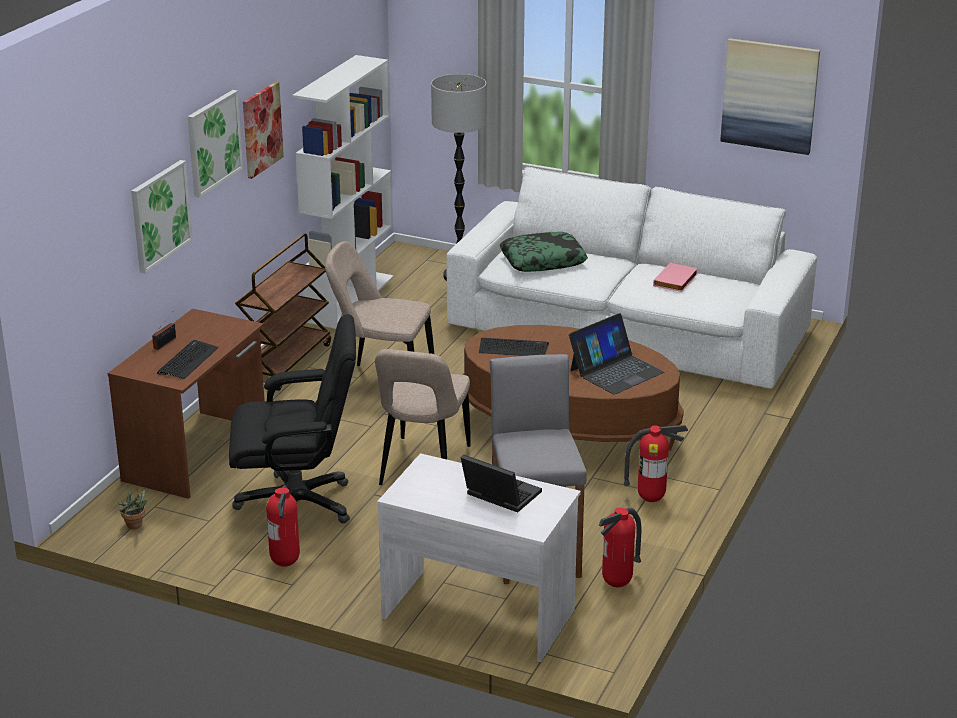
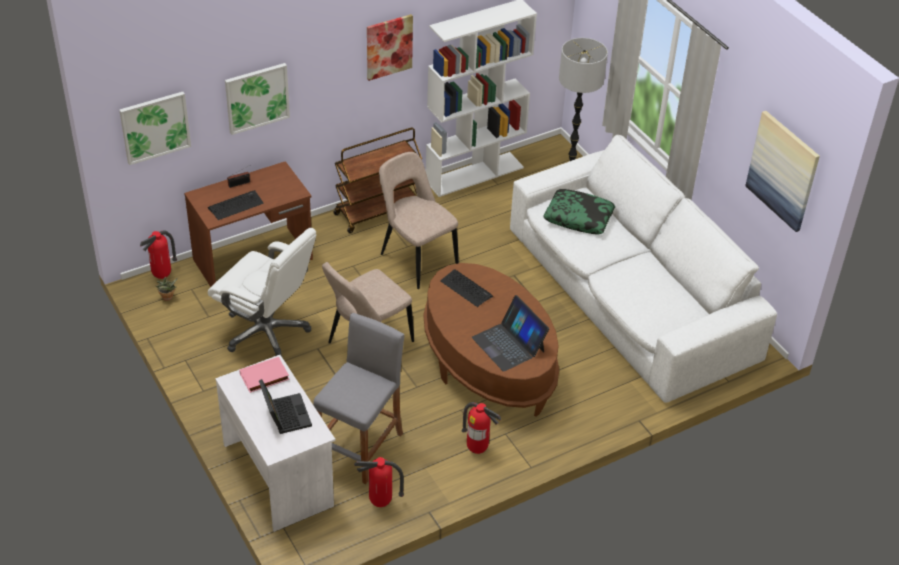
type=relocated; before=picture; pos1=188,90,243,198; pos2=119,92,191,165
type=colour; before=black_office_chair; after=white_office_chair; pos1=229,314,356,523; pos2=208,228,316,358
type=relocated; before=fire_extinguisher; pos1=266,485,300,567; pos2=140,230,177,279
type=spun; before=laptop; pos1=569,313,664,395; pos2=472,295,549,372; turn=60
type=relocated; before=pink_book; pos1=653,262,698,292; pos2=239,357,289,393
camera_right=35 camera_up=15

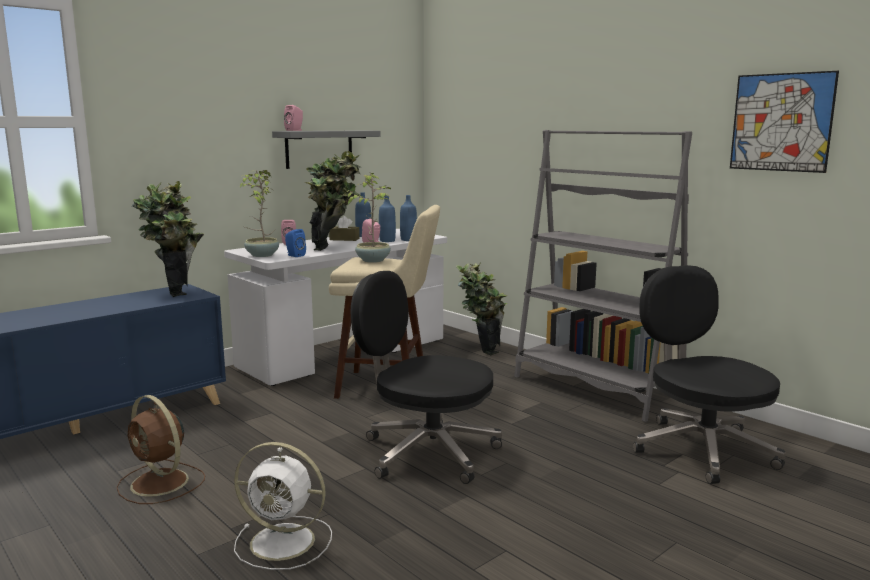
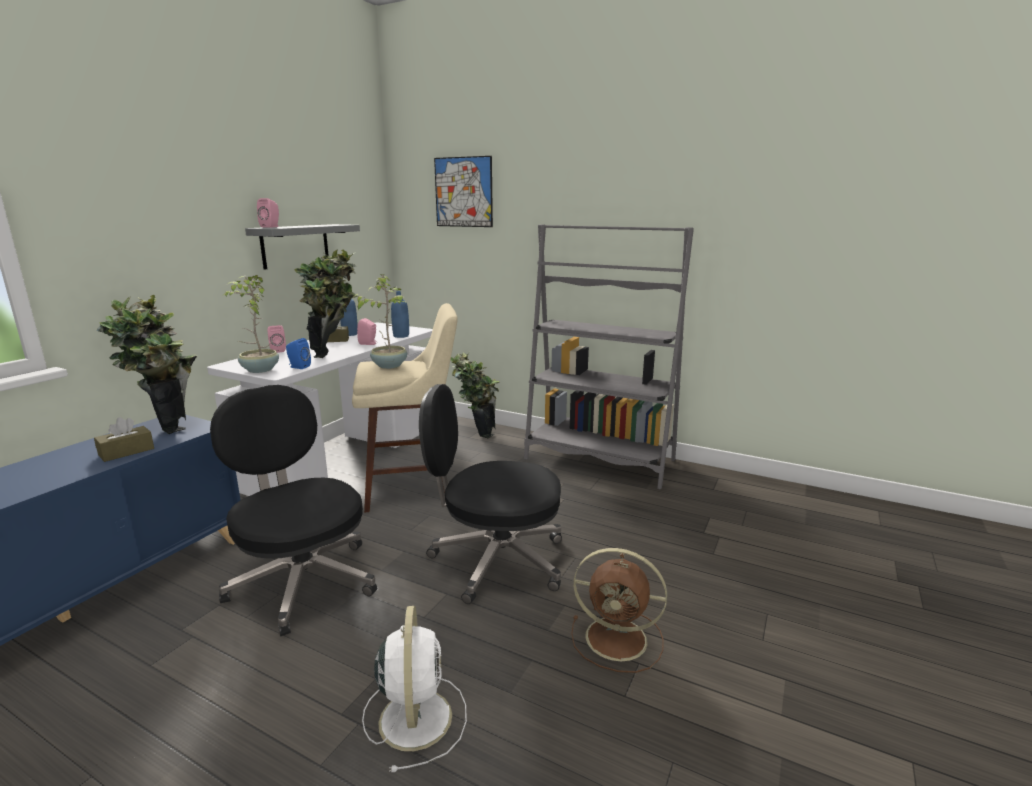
type=relocated; before=brown_fan; pos1=116,395,205,504; pos2=571,548,667,673
type=spun; before=white_fan; pos1=234,442,332,570; pos2=362,606,467,772; turn=-90
type=missing; before=blue_bottle; pos1=379,196,396,242
type=relocated; before=black_office_chair; pos1=633,265,786,484; pos2=210,385,377,637
type=relocated; before=picture; pos1=730,71,839,173; pos2=434,156,493,227
type=appeared; after=brown_tissue_box; pos2=94,417,154,462
camera_right=-20 camera_up=5

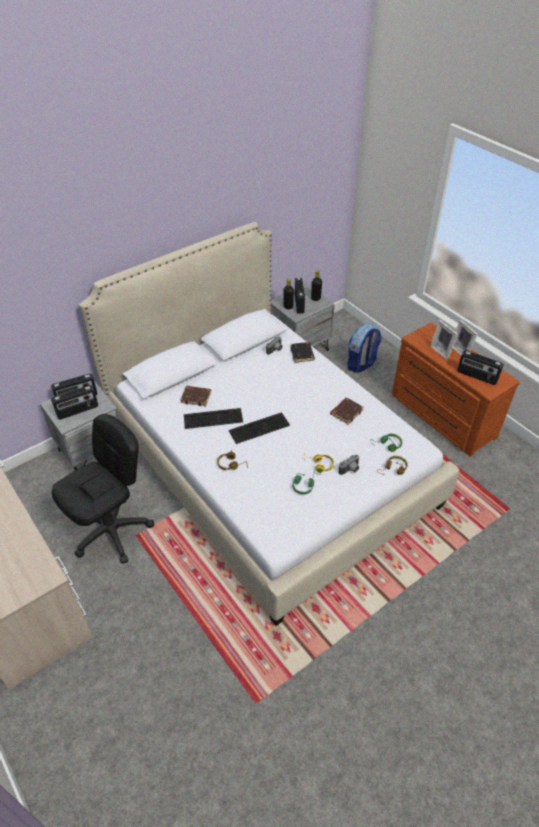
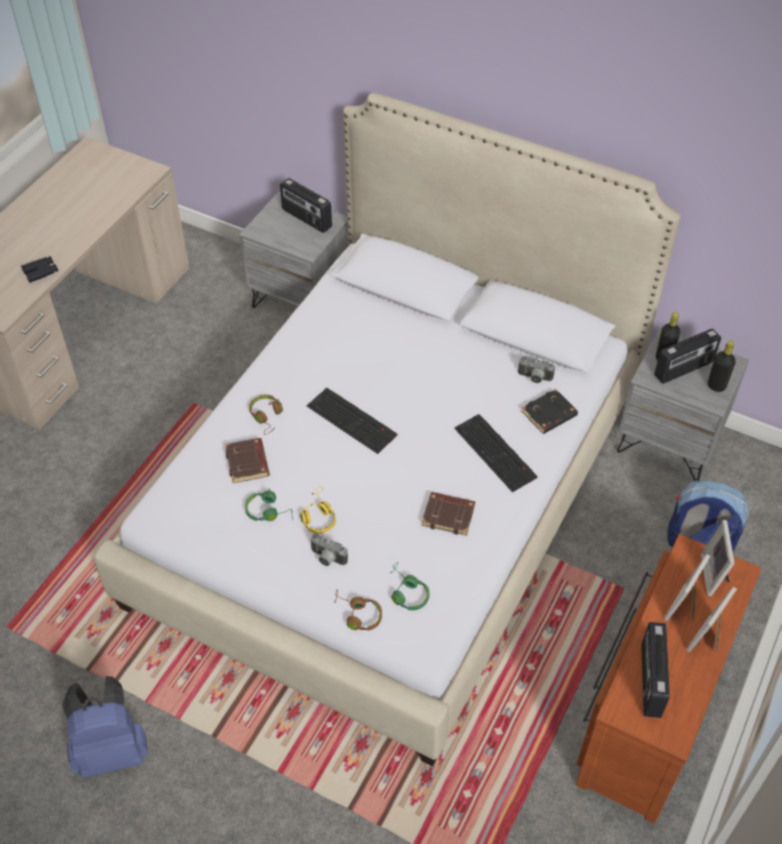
type=missing; before=radio; pos1=51,385,98,420
type=missing; before=black_office_chair; pos1=52,414,154,564
type=relocated; before=brown_book; pos1=180,386,211,406; pos2=225,438,270,483
type=relocated; before=keyboard; pos1=184,408,243,429; pos2=455,414,538,492
type=appeared; after=black_binoculars; pos2=21,256,58,283
type=appeared; after=blue_backpack; pos2=62,676,148,778
type=appeared; after=picture_frame; pos2=701,520,735,597
camera_right=65 camera_up=5

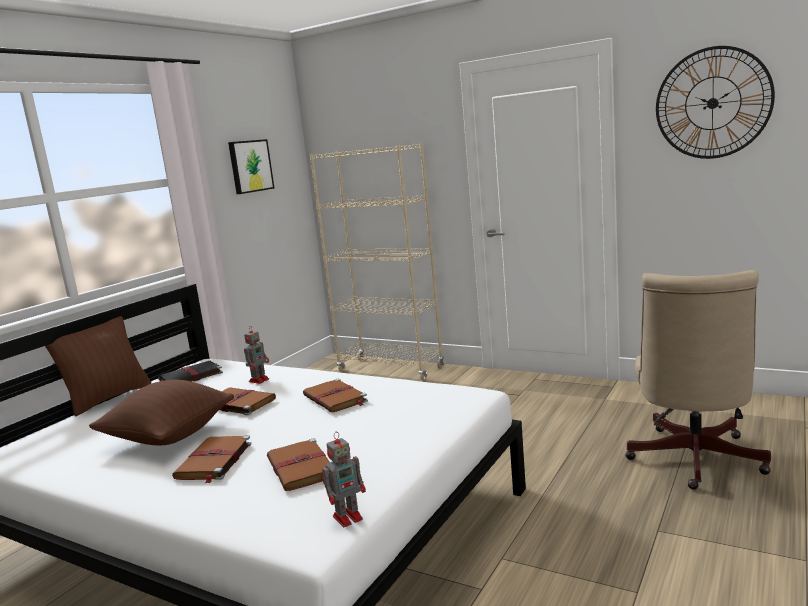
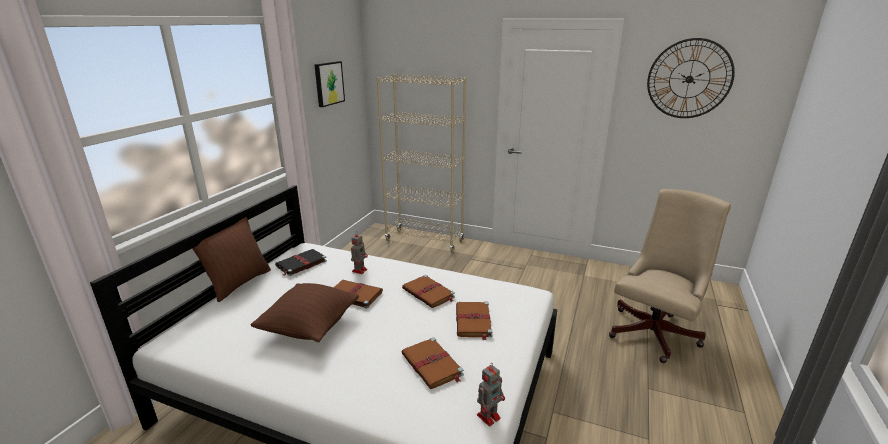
type=relocated; before=brown_book; pos1=172,436,251,484; pos2=456,302,493,340
type=spun; before=beige_office_chair; pos1=625,270,771,490; pos2=609,189,731,363; turn=-150
camera_right=-10 camera_up=10

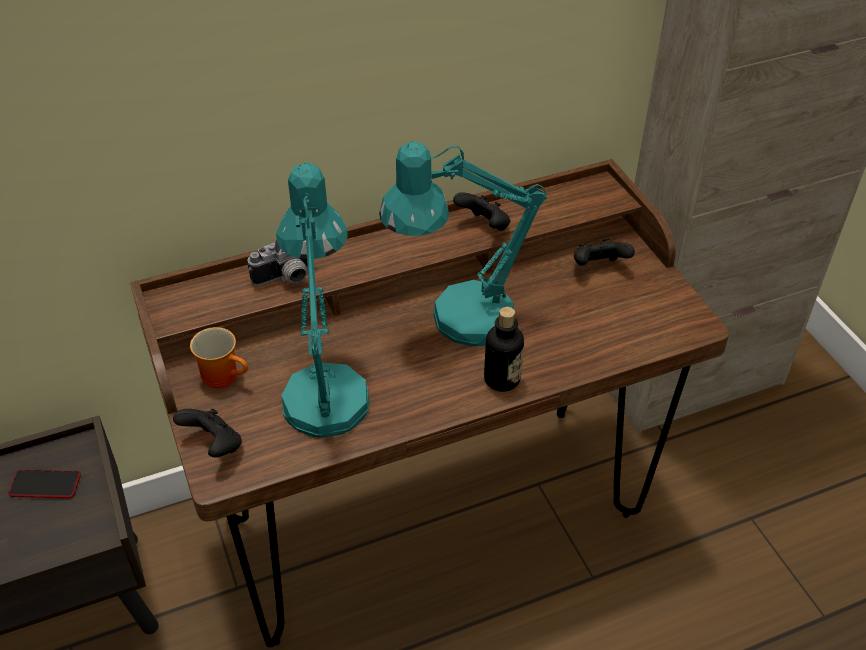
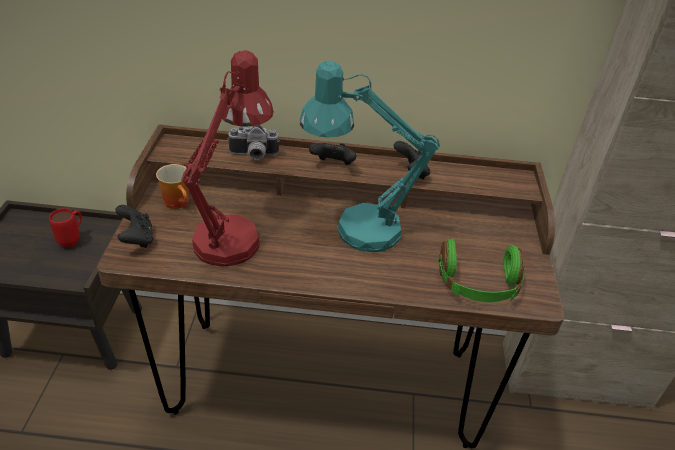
type=exchanged; before=phone; after=red_mug; pos1=8,469,81,498; pos2=49,208,82,248
type=colour; before=turquoise_table_lamp; after=red_table_lamp; pos1=276,162,369,438; pos2=181,50,274,267
type=missing; before=bottle; pos1=484,307,524,392
type=relocated; before=black_game_controller; pos1=574,238,635,266; pos2=309,143,356,165
type=appeared; after=green_headphones; pos2=438,239,524,302
camera_right=25 camera_up=-5

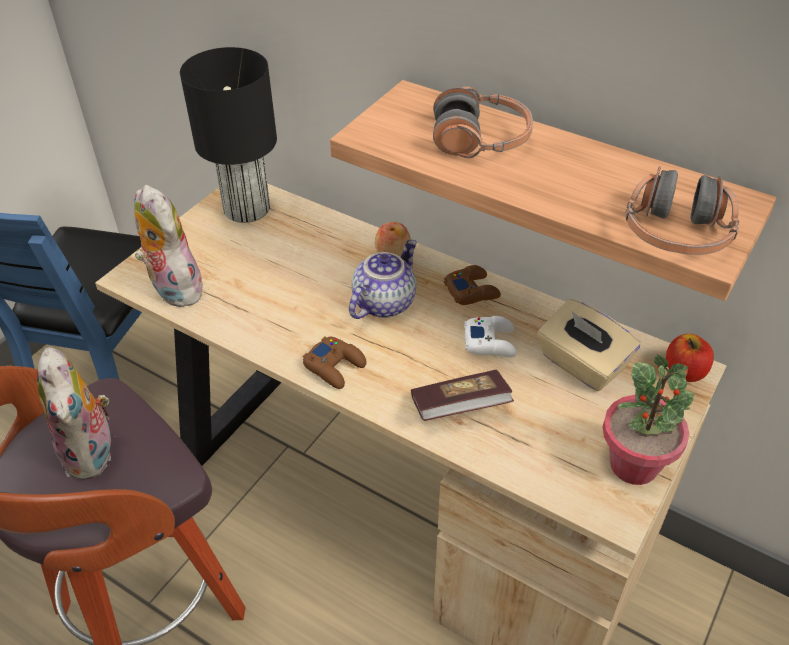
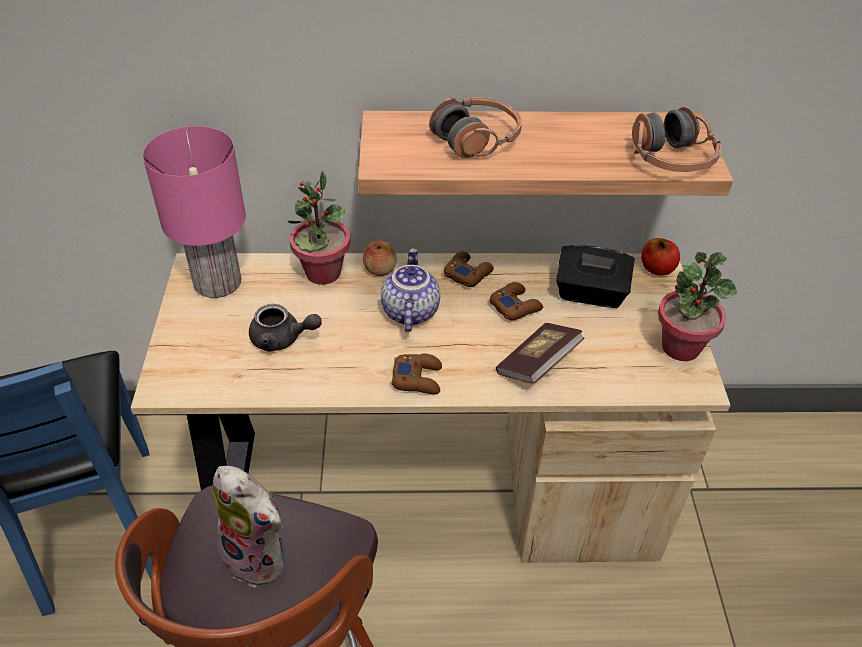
type=missing; before=plush_toy; pos1=134,185,203,307
type=colour; before=black_table_lamp; after=pink_table_lamp; pos1=180,47,277,223; pos2=143,126,246,298
type=colour; before=white_game_controller; after=brown_game_controller; pos1=464,316,517,357; pos2=489,282,543,321
type=colour; before=beige_tissue_box; after=black_tissue_box; pos1=537,299,641,391; pos2=556,245,635,308
type=appeared; after=grey_teapot; pos2=249,304,322,352
type=appeared; after=potted_plant; pos2=287,171,350,285
camera_right=-35 camera_up=0

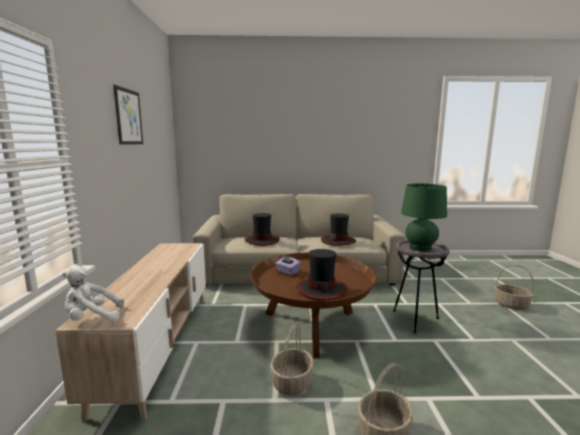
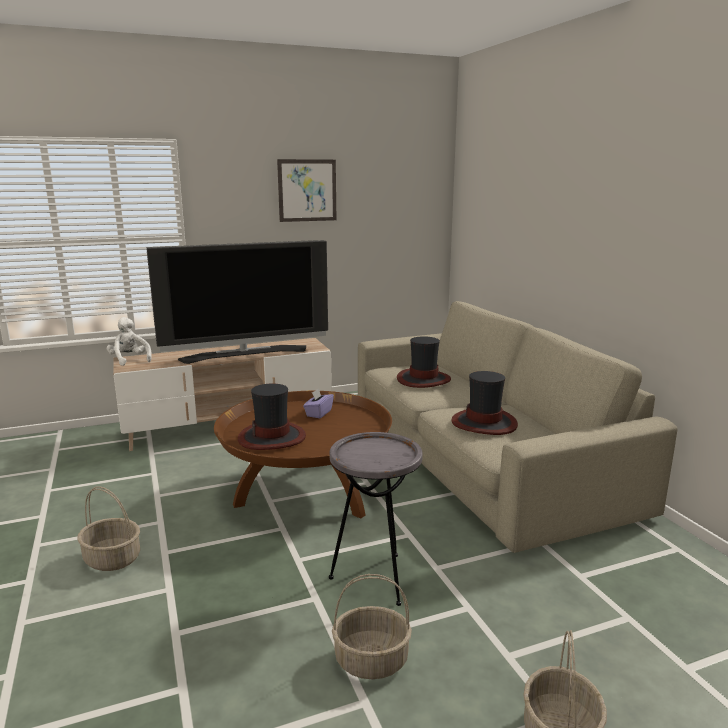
type=relocated; before=basket; pos1=271,324,314,395; pos2=332,574,412,679
type=missing; before=green_table_lamp; pos1=401,183,447,251
type=appeared; after=television; pos2=146,240,328,364
camera_right=70 camera_up=5

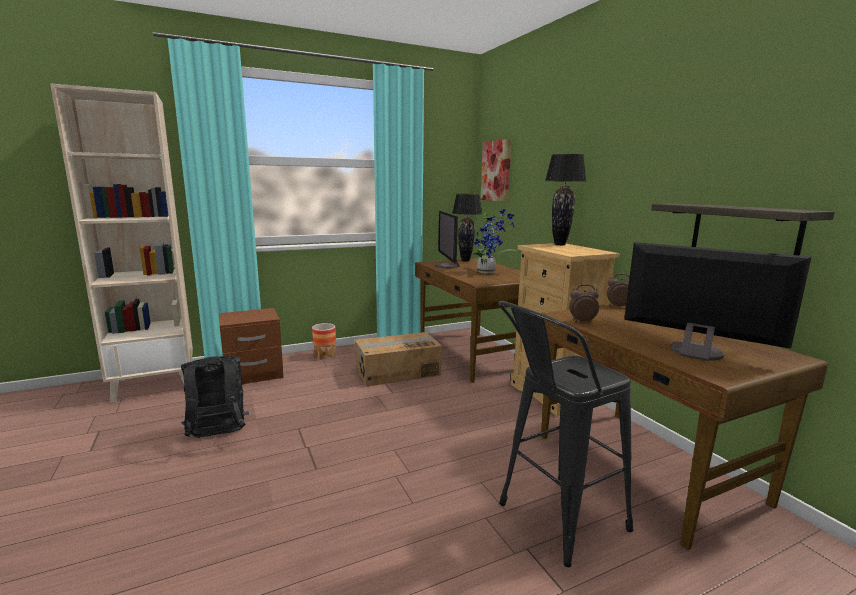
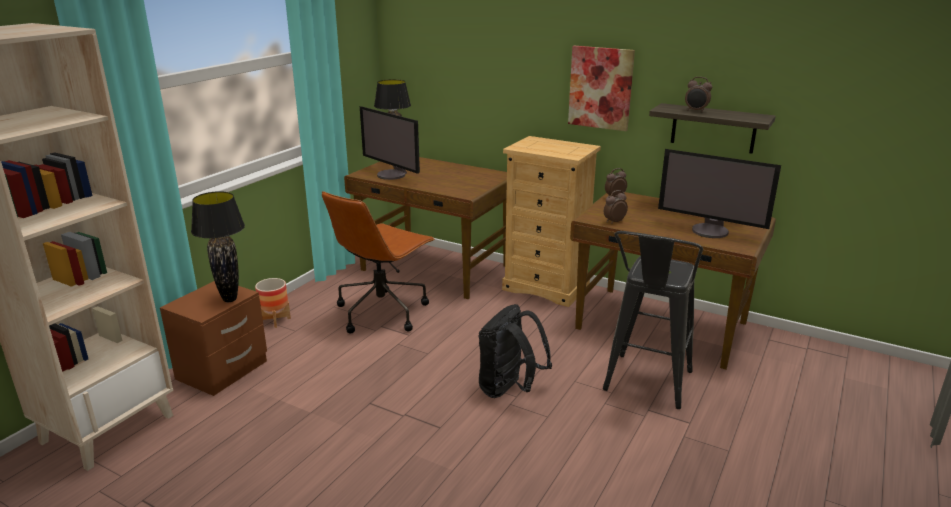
type=relocated; before=black_backpack; pos1=181,356,249,438; pos2=479,304,552,398
type=exchanged; before=cardboard_box; after=brown_office_chair; pos1=355,332,442,387; pos2=322,191,435,334
type=missing; before=potted_plant; pos1=472,209,516,273
type=relocated; before=picture; pos1=481,139,512,202; pos2=568,46,635,131
type=relocated; before=black_table_lamp; pos1=545,154,586,245; pos2=191,191,245,302
type=spun; before=monitor; pos1=624,242,811,361; pos2=658,149,781,238; turn=-150
type=appeared; after=alarm_clock; pos2=685,77,712,112
camera_right=-35 camera_up=10

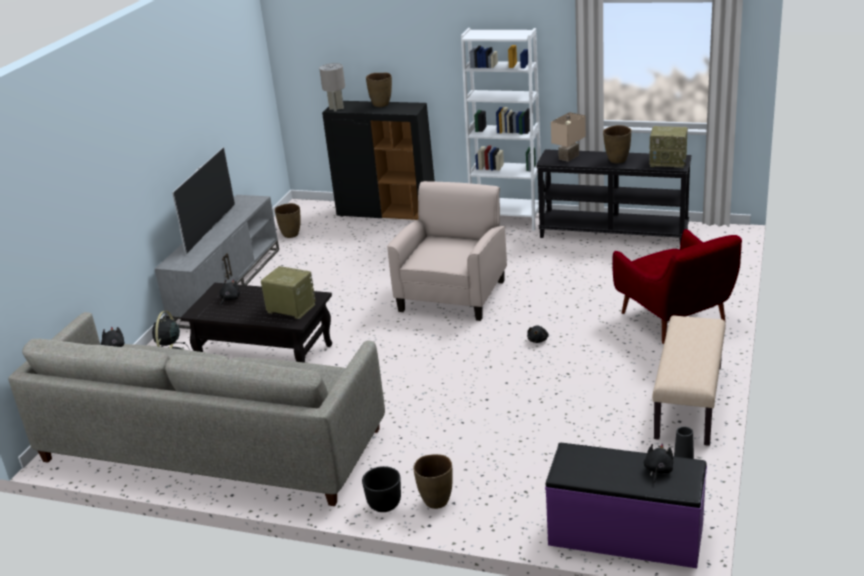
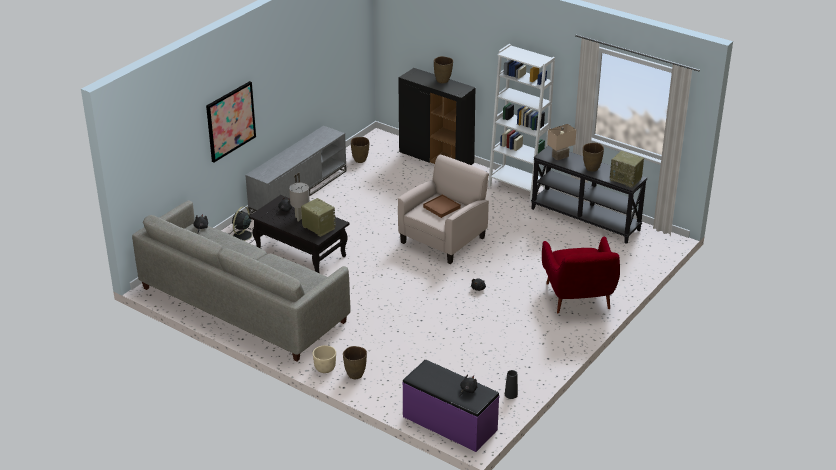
type=missing; before=television; pos1=172,147,235,254
type=relocated; before=grey_table_lamp; pos1=319,63,345,111; pos2=289,183,310,221
type=colour; before=black_planter; after=beige_planter; pos1=362,466,401,512; pos2=313,345,336,373
type=missing; before=beige_bench; pos1=652,316,726,446
type=appeared; after=picture; pos2=206,81,256,162
type=appeared; after=brown_tray; pos2=423,194,461,218
camera_right=15 camera_up=5

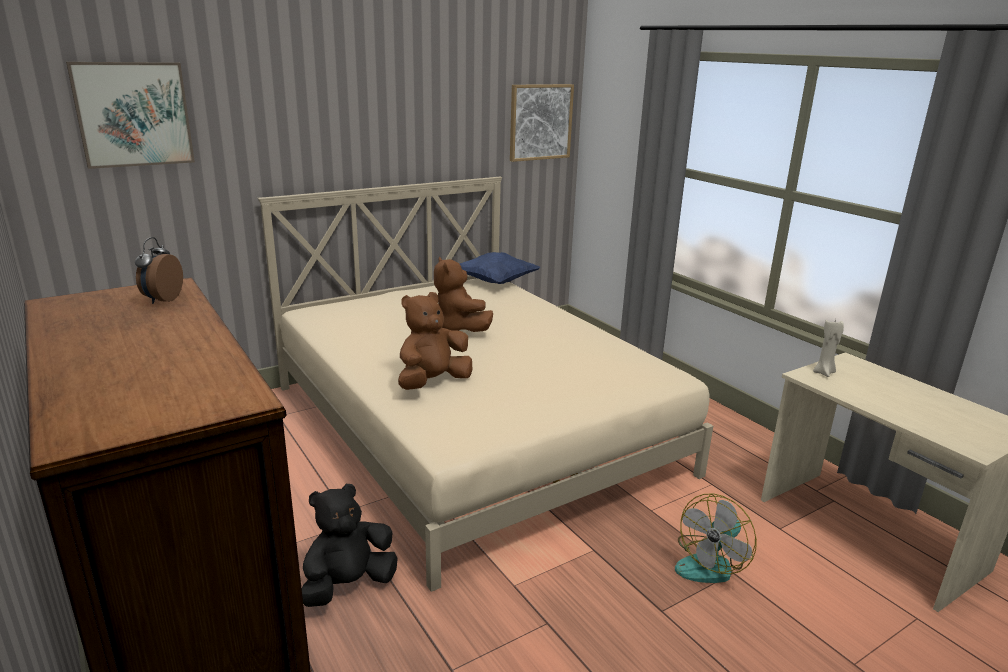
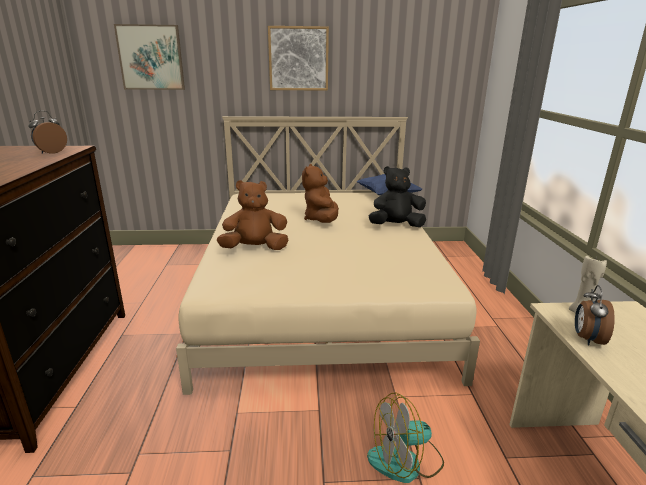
type=relocated; before=black_plush_toy; pos1=302,484,398,607; pos2=369,166,426,227
type=relocated; before=picture; pos1=510,84,574,162; pos2=268,26,329,91
type=appeared; after=alarm_clock; pos2=575,285,615,346
camera_right=30 camera_up=0

